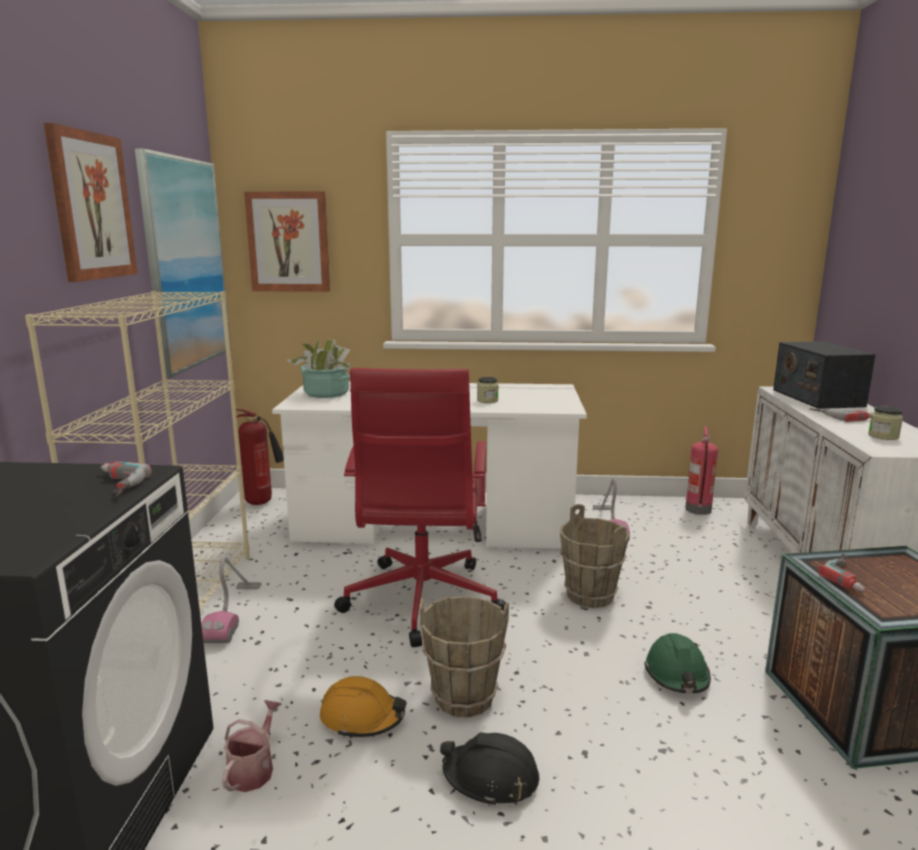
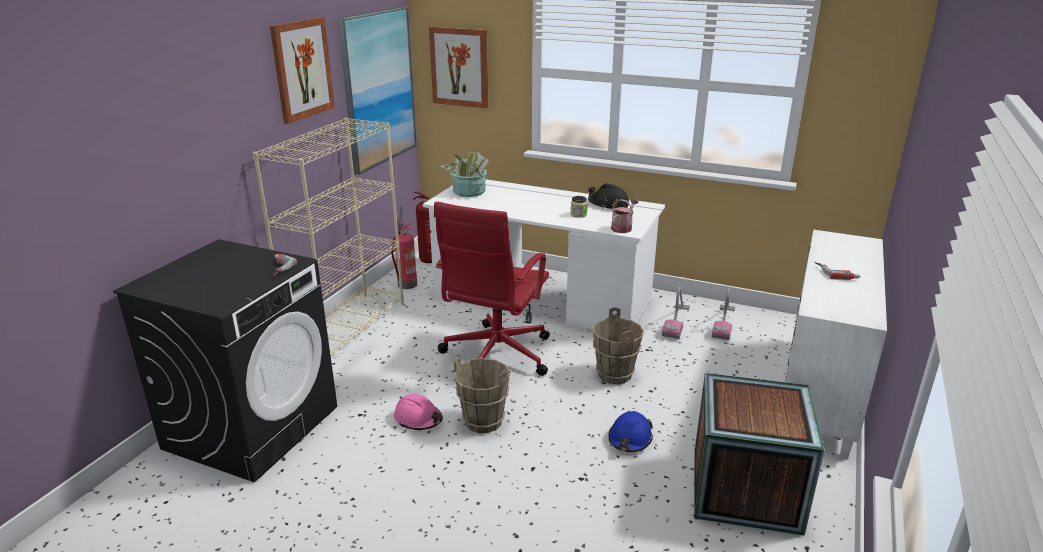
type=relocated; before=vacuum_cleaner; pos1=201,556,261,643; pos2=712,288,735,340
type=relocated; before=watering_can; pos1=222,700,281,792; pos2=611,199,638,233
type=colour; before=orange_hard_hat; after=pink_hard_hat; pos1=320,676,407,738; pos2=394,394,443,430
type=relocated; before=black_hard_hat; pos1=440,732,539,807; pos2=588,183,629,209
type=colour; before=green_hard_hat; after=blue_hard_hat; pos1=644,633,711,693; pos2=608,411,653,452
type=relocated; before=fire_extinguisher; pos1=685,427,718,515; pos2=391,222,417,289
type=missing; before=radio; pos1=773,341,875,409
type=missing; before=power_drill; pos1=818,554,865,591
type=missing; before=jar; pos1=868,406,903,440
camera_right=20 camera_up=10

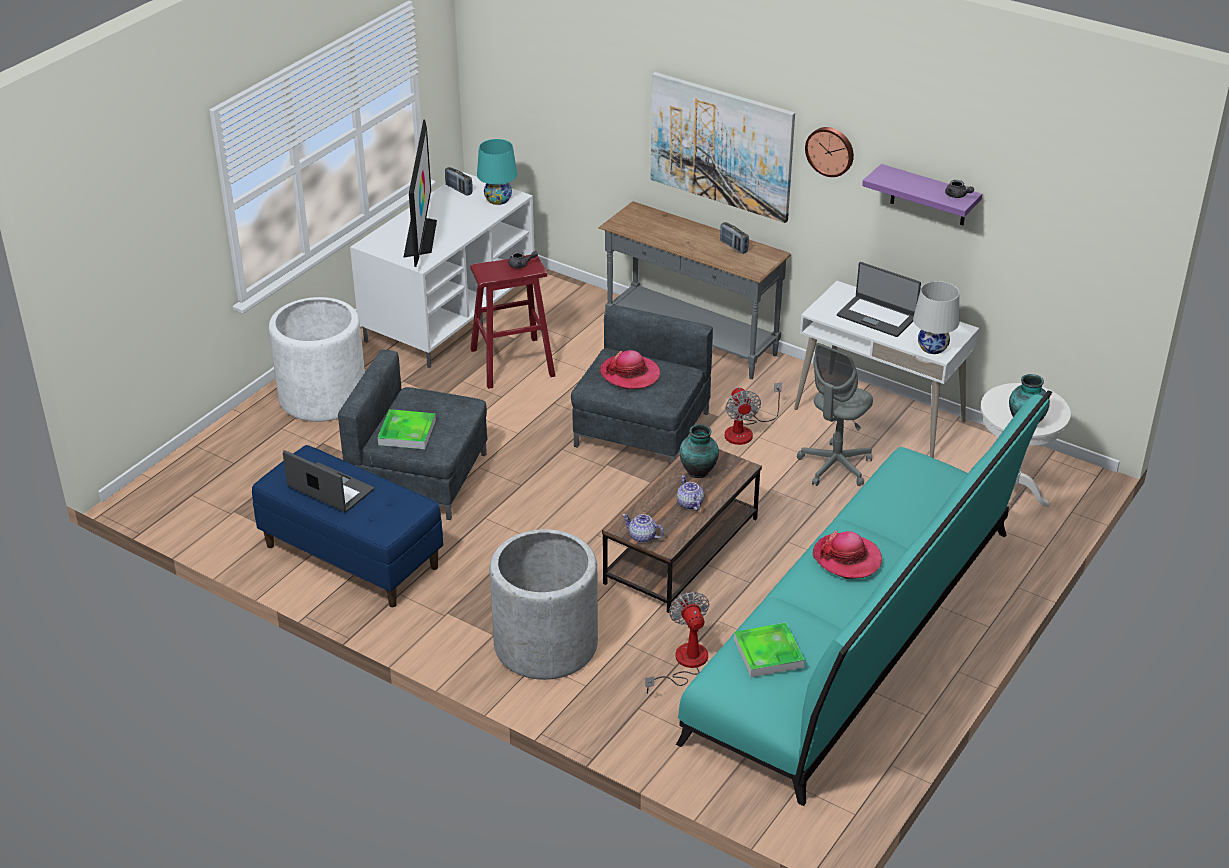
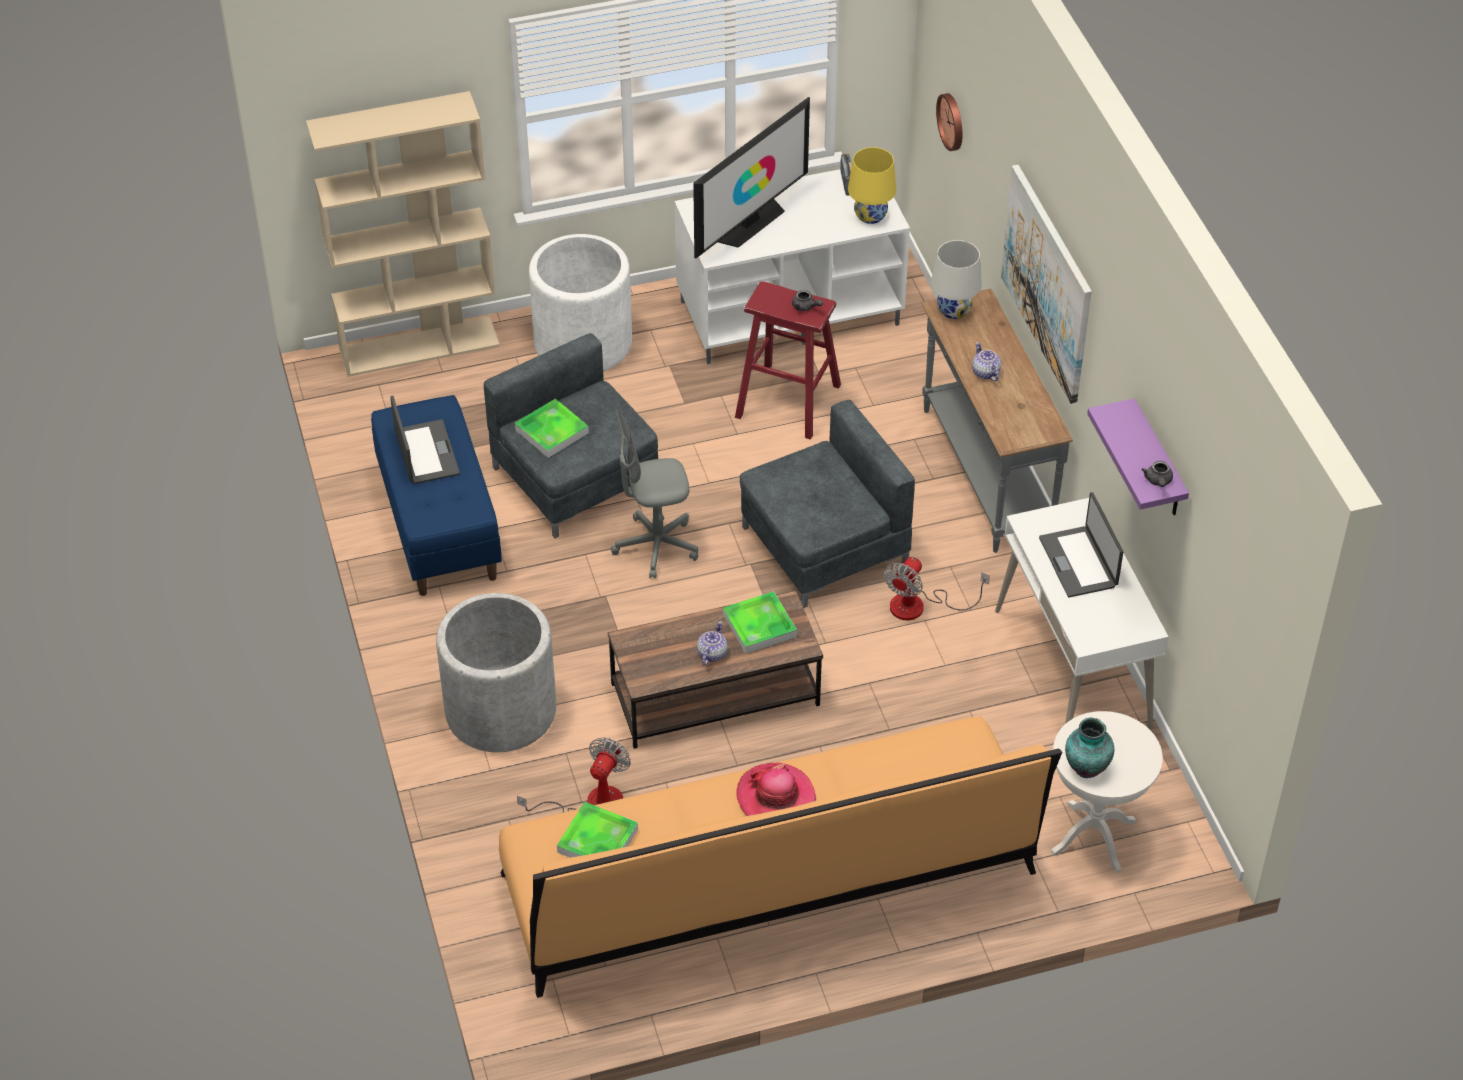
type=colour; before=turquoise_table_lamp; after=yellow_table_lamp; pos1=477,139,517,205; pos2=848,147,896,224
type=missing; before=hat; pos1=599,350,660,390
type=relocated; before=teapot; pos1=622,514,664,543; pos2=972,342,1001,381
type=colour; before=turquoise_sofa; after=orange_sofa; pos1=676,391,1052,806; pos2=499,716,1062,998
type=exchanged; before=vase; after=tray; pos1=679,424,719,478; pos2=723,591,797,654
type=missing; before=radio; pos1=720,222,749,254
type=relocated; before=grey_office_chair; pos1=797,343,873,486; pos2=611,410,698,579
type=relocated; before=wall_clock; pos1=805,127,854,177; pos2=936,93,962,151
type=relocated; before=white_table_lamp; pos1=913,281,959,354; pos2=931,240,982,319
type=appeared; after=beige_bookcase; pos2=306,91,500,377
camera_right=40 camera_up=10

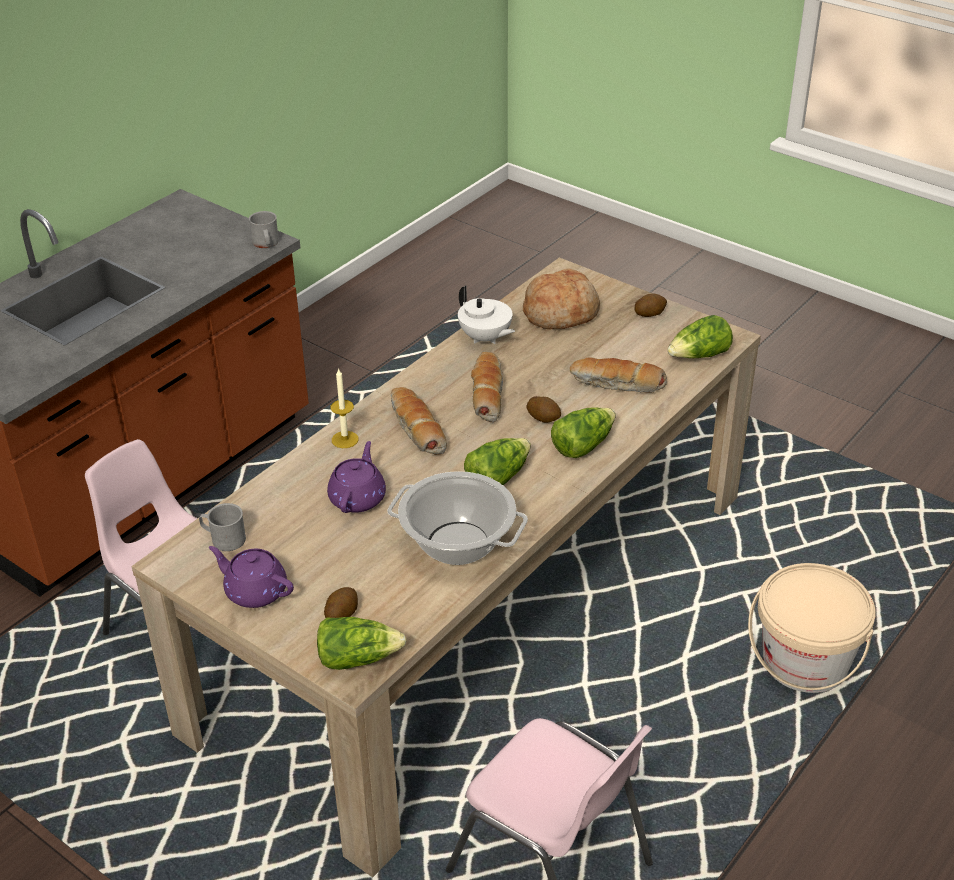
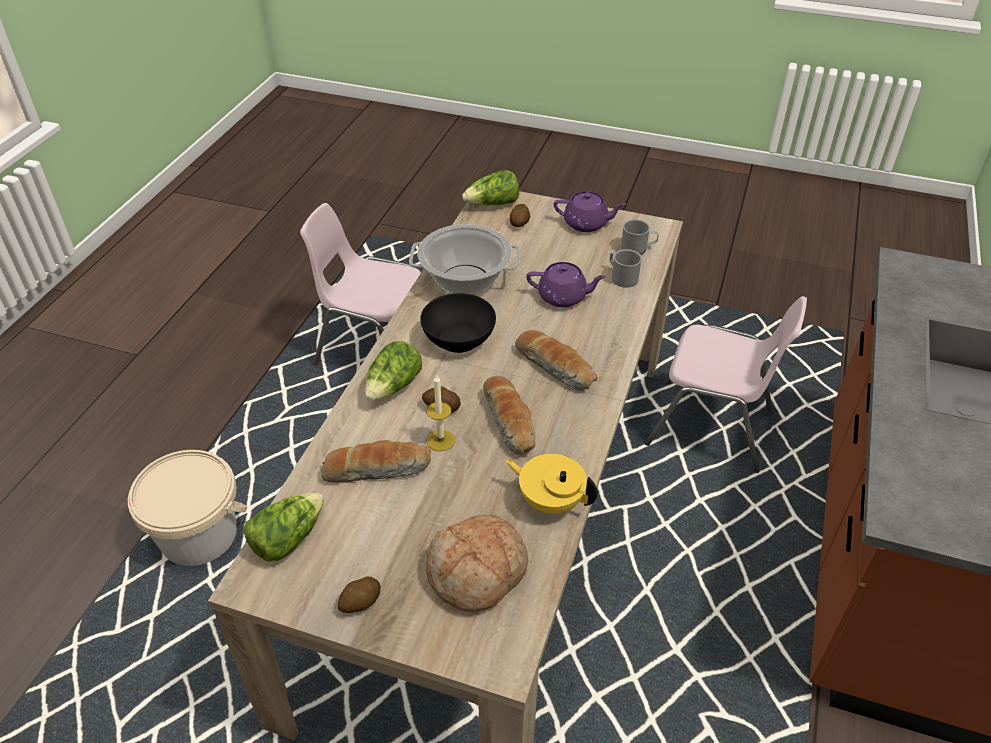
type=relocated; before=grey_mug; pos1=249,211,279,248; pos2=610,249,642,288
type=spun; before=purple_teapot; pos1=327,441,386,513; pos2=526,262,606,307; turn=-75
type=relocated; before=candle; pos1=330,368,359,448; pos2=427,374,455,451
type=colour; before=white_teapot; after=yellow_teapot; pos1=458,285,515,344; pos2=506,454,598,514
type=exchanged; before=lettuce; after=black_bowl; pos1=464,438,531,485; pos2=420,293,496,353
camera_right=160 camera_up=5

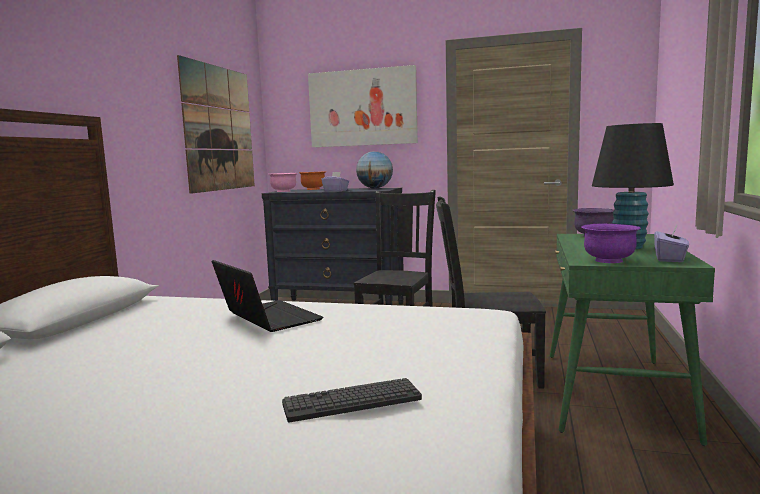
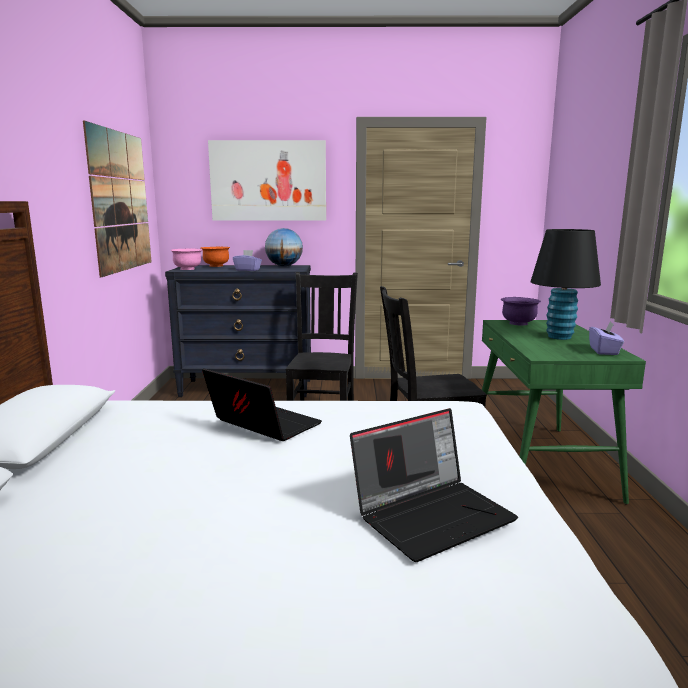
type=exchanged; before=keyboard; after=laptop; pos1=282,378,422,422; pos2=350,408,518,562
type=missing; before=purple_bowl; pos1=581,223,641,263
camera_right=-15 camera_up=5

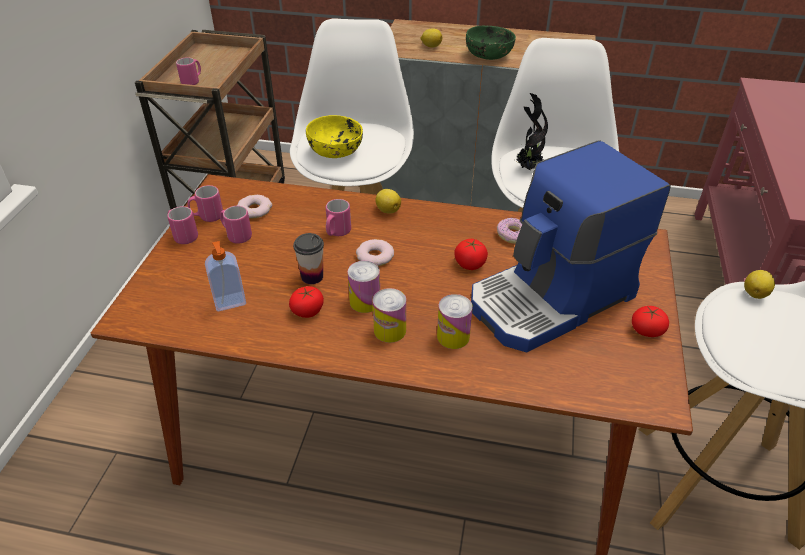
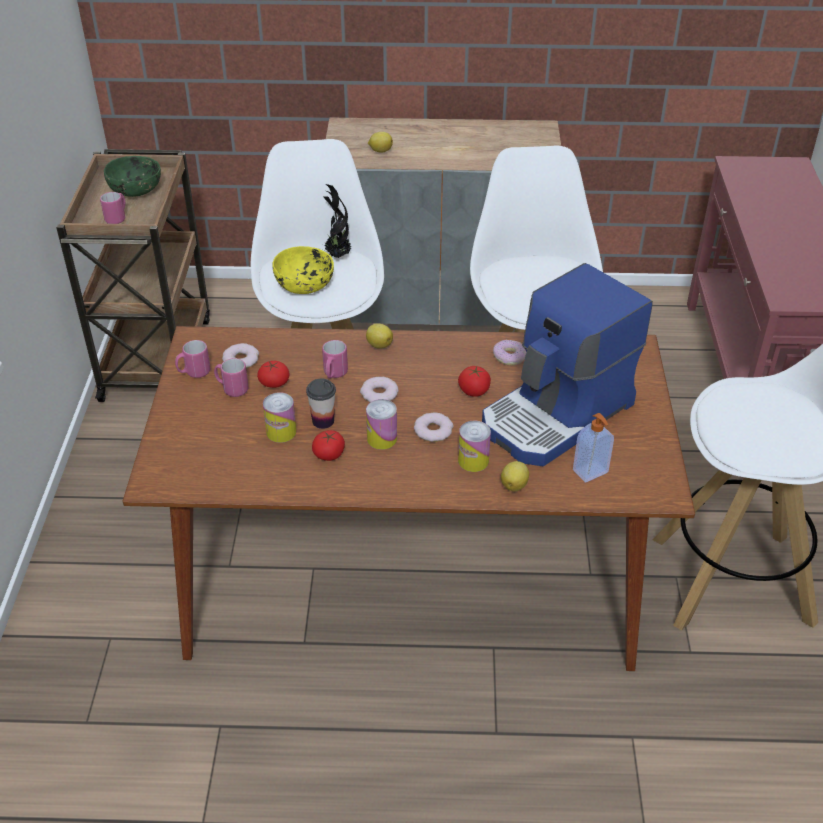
type=missing; before=pink_mug; pos1=167,206,198,244
type=relocated; before=soap_dispenser; pos1=205,241,246,311; pos2=573,413,614,482
type=relocated; before=can; pos1=373,288,406,343; pos2=263,392,296,443
type=relocated; before=green_bowl; pos1=466,26,516,60; pos2=104,156,161,197
type=relocated; before=potted_plant; pos1=514,93,548,170; pos2=322,184,351,258
type=relocated; before=tomato; pos1=632,306,669,337; pos2=257,361,290,388
type=relocated; before=lemon; pos1=744,270,775,299; pos2=501,461,529,492
type=appeared; after=donut; pos2=414,412,454,442
camera_right=-10 camera_up=0

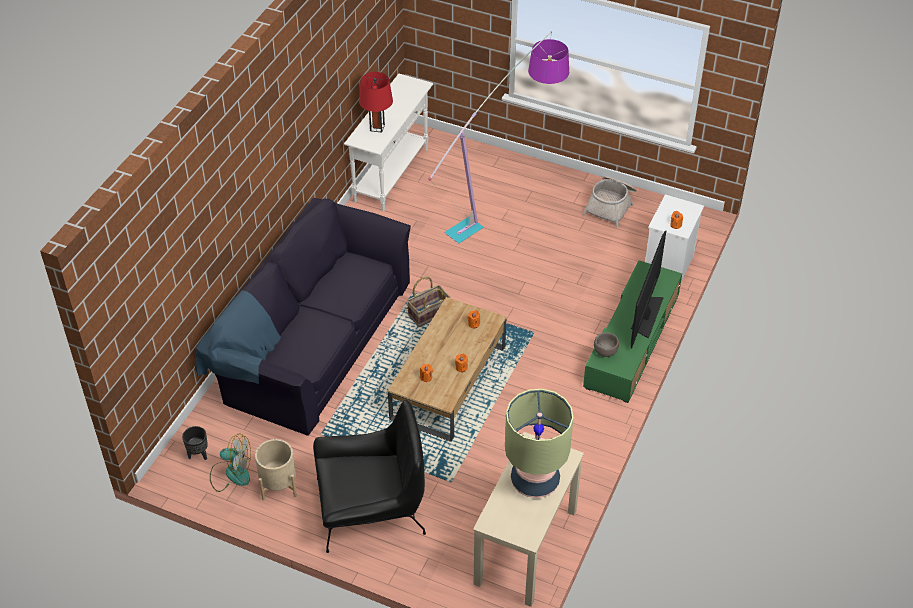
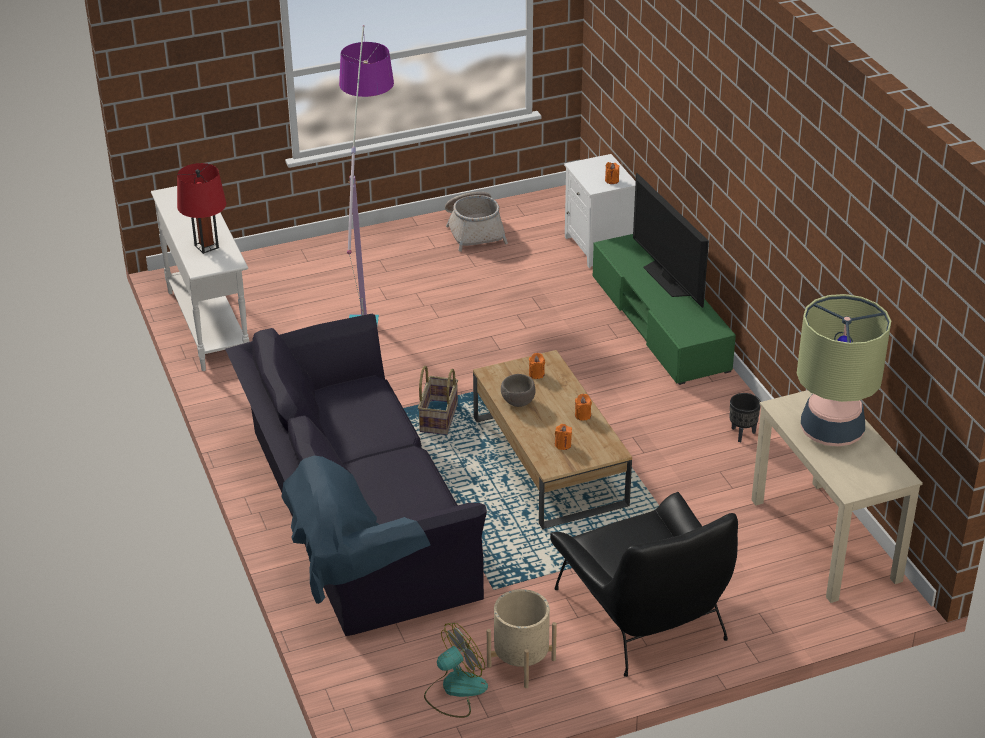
type=relocated; before=black_planter; pos1=182,426,208,460; pos2=730,393,761,442
type=spun; before=black_armchair; pos1=313,400,426,553; pos2=550,492,738,677; turn=120
type=relocated; before=brown_bowl; pos1=594,332,619,357; pos2=501,374,535,407
camera_right=-45 camera_up=-10

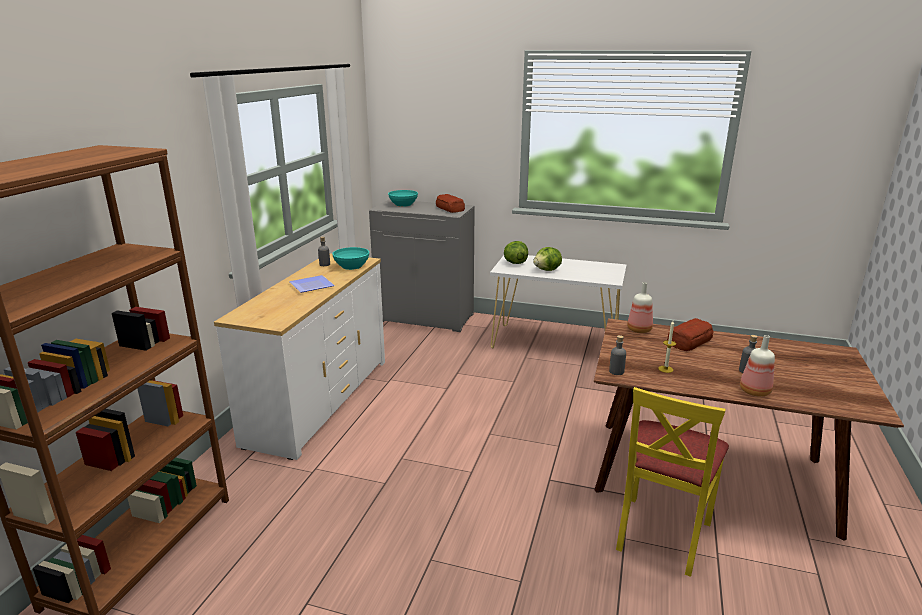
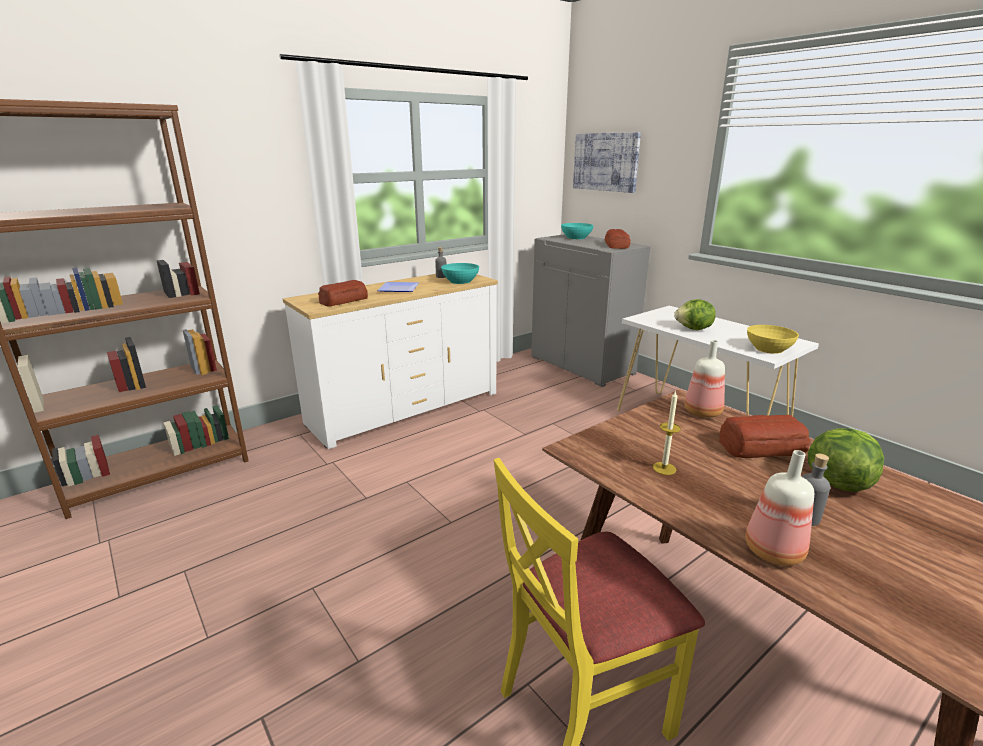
type=relocated; before=lettuce; pos1=504,241,528,264; pos2=808,428,884,492
type=missing; before=grey_bottle; pos1=609,335,626,375
type=appeared; after=bread; pos2=318,280,368,306
type=appeared; after=picture; pos2=573,132,641,193
type=appeared; after=yellow_bowl; pos2=747,325,799,354
camera_right=35 camera_up=0

